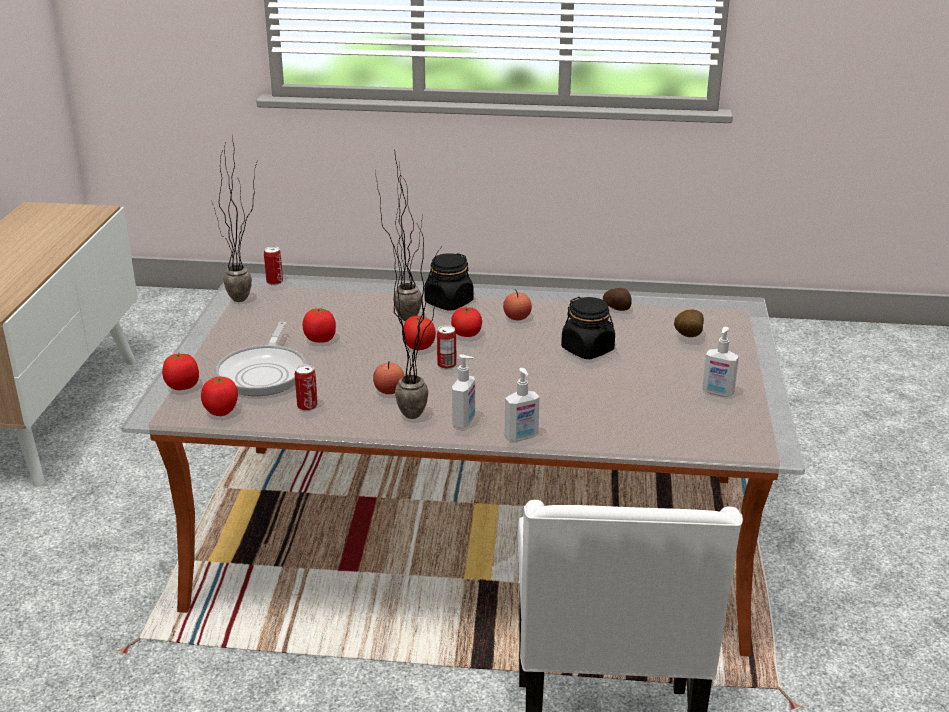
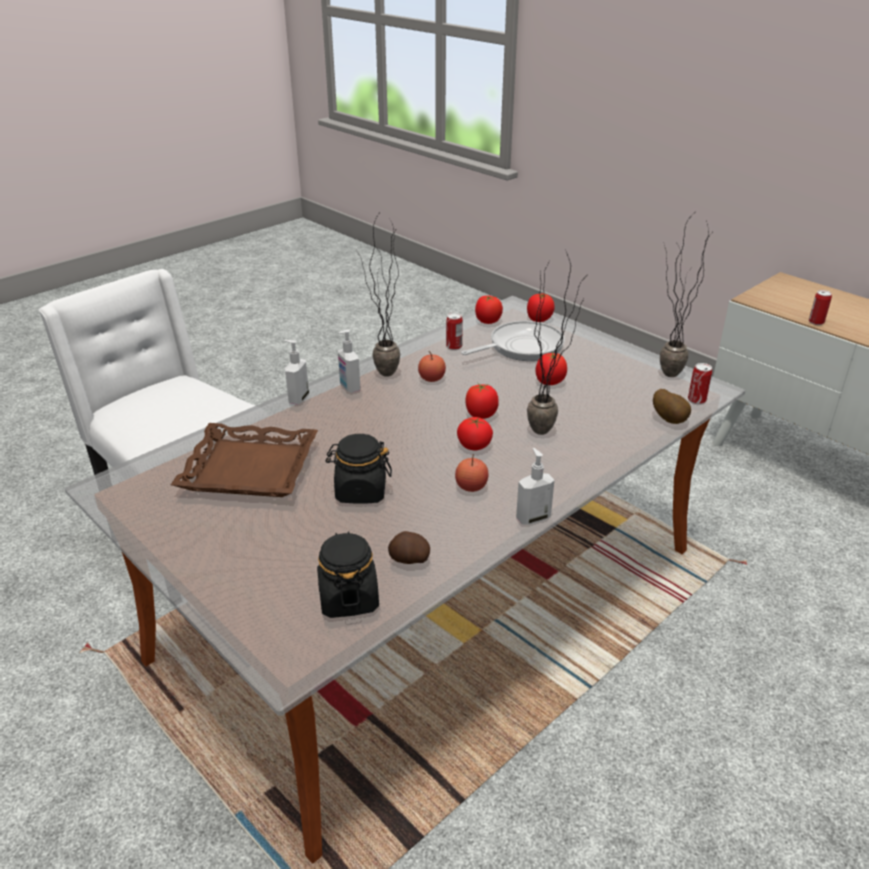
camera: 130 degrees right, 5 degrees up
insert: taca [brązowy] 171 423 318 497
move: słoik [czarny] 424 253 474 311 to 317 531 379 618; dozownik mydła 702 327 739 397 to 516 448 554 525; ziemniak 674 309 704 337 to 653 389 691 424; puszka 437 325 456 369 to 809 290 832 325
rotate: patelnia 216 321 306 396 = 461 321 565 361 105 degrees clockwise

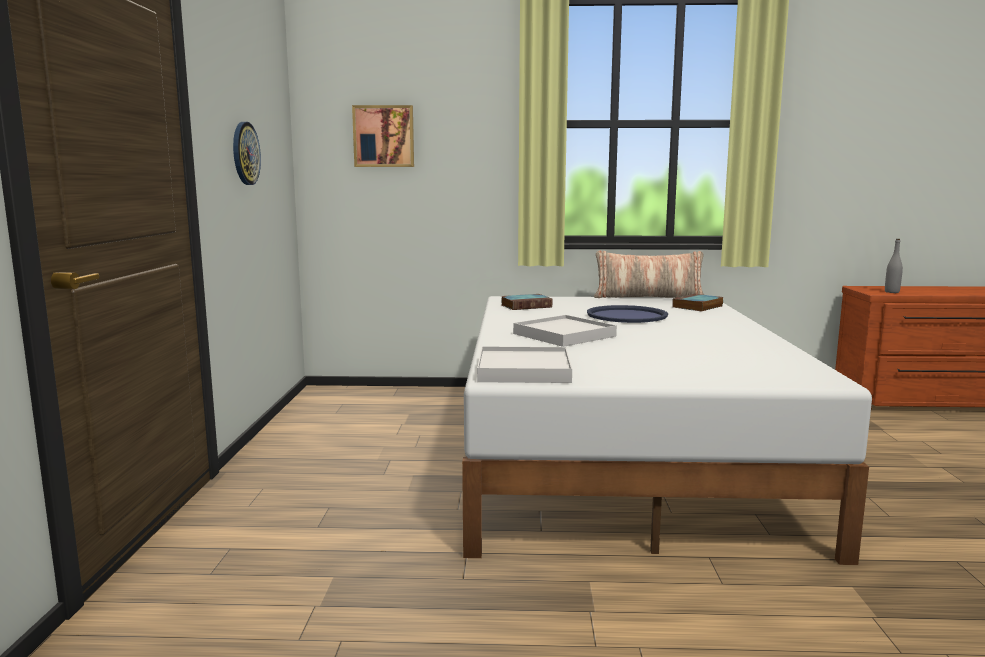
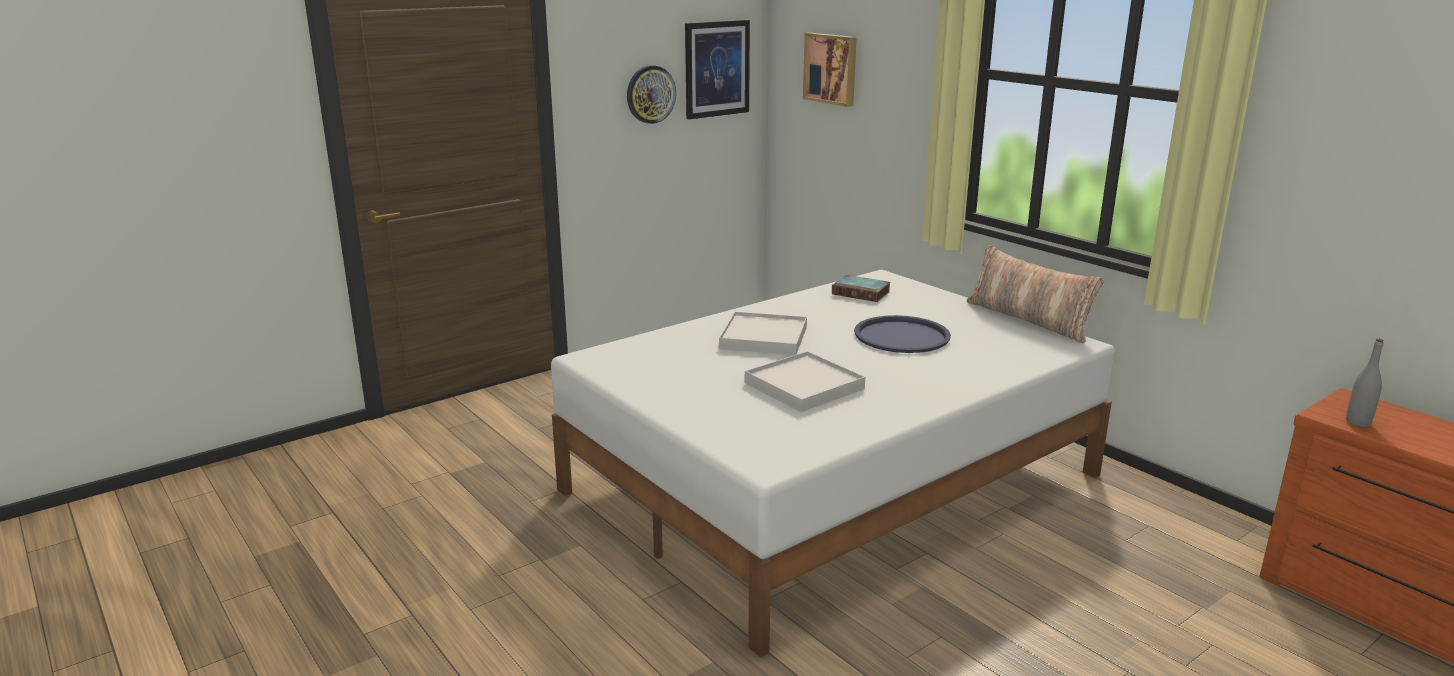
camera: 50 degrees right, 10 degrees up
delete: książka 672 294 723 312
insert: obraz 685 20 750 119
move: taca [biały] 477 346 572 383 to 745 351 865 412

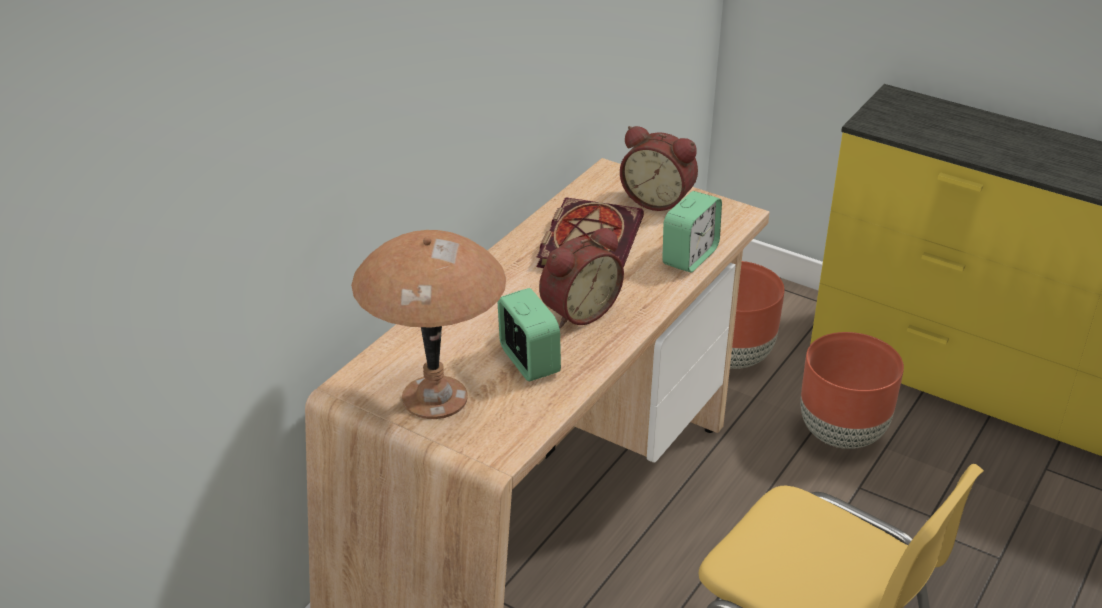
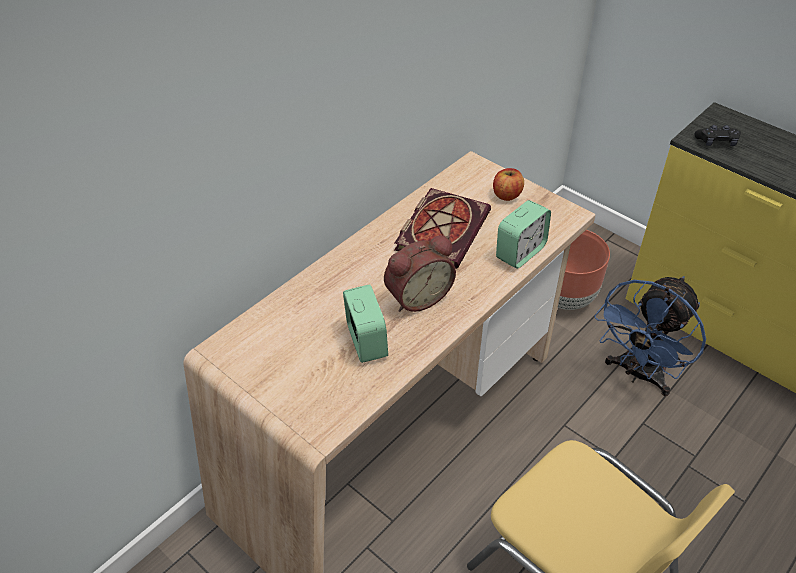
camera: 10 degrees right, 10 degrees up
delete: lampa stołowa [brązowy] 351 230 506 419
insert: pad do gier [czarny] 695 125 741 146
replace: budzik 620 126 698 211 to jabłko 493 168 524 201; donica [brązowy] 800 332 904 449 to wentylator [niebieski] 594 276 706 396

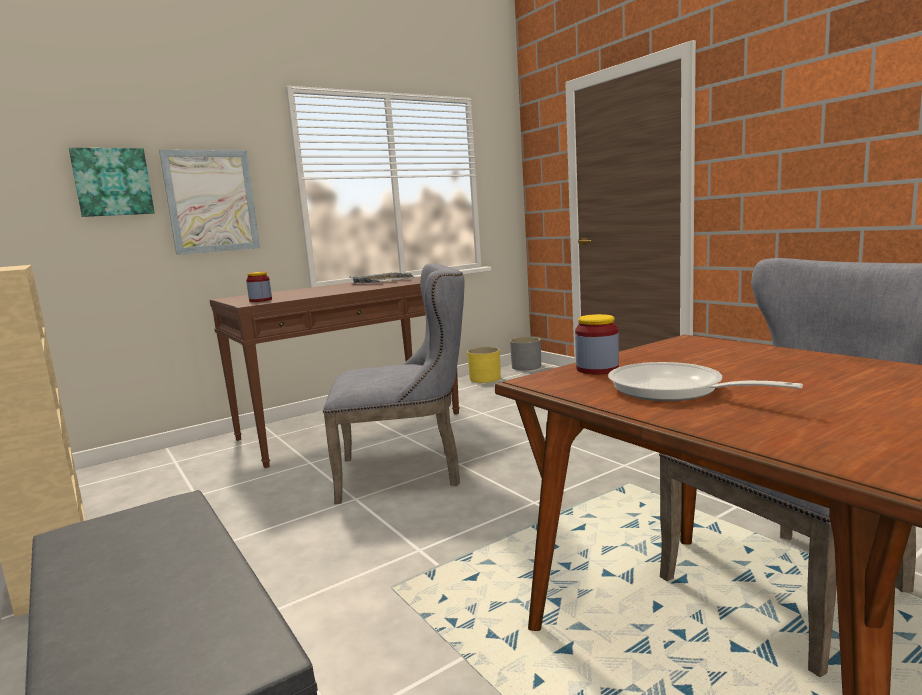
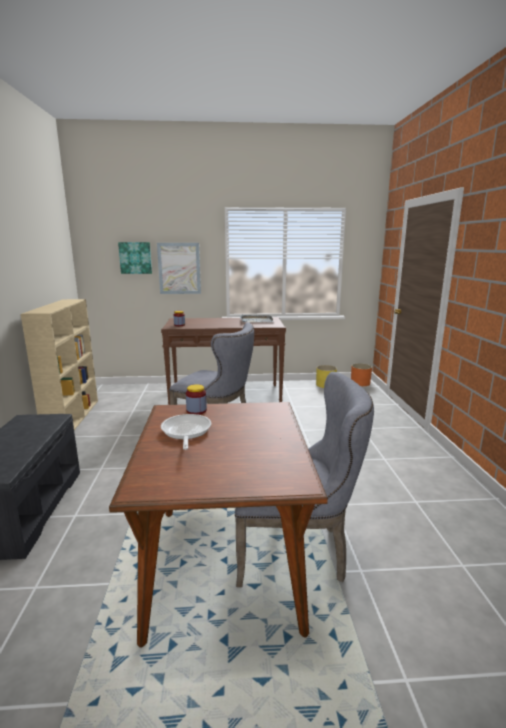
camera: 30 degrees right, 5 degrees up
recolor: donica [szary] 510 337 541 370 to donica [pomarańczowy] 351 363 372 386

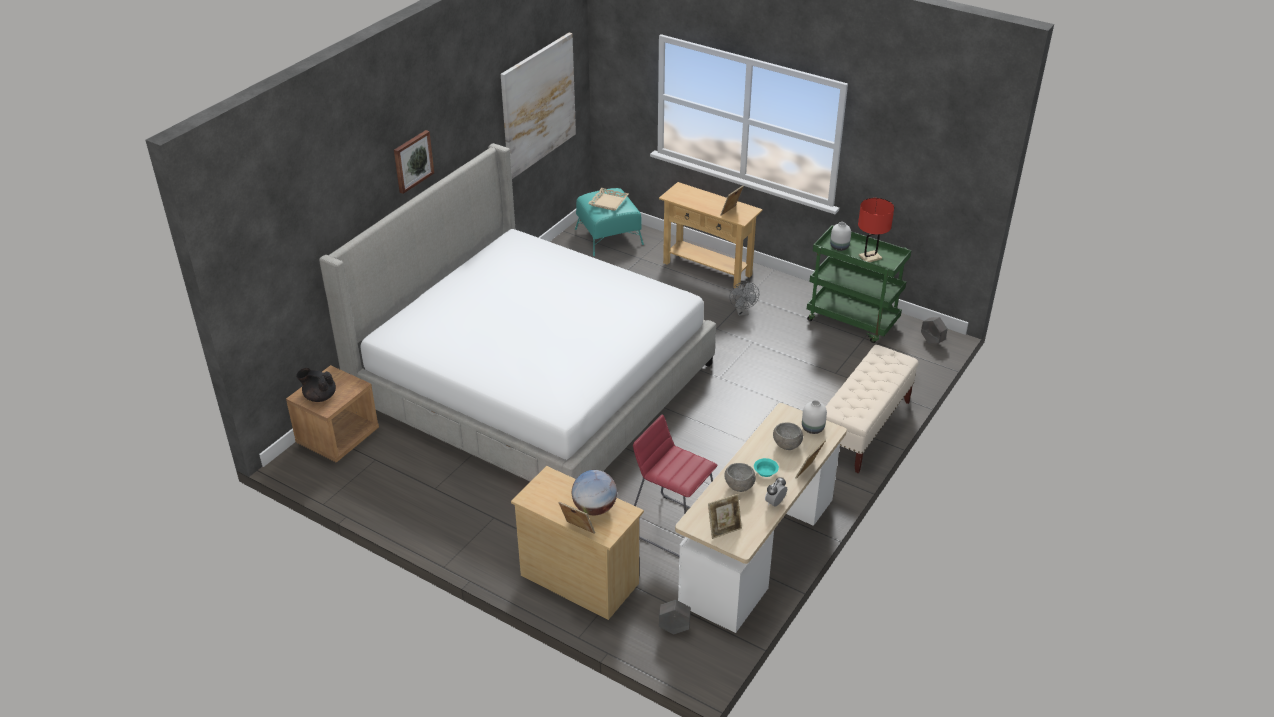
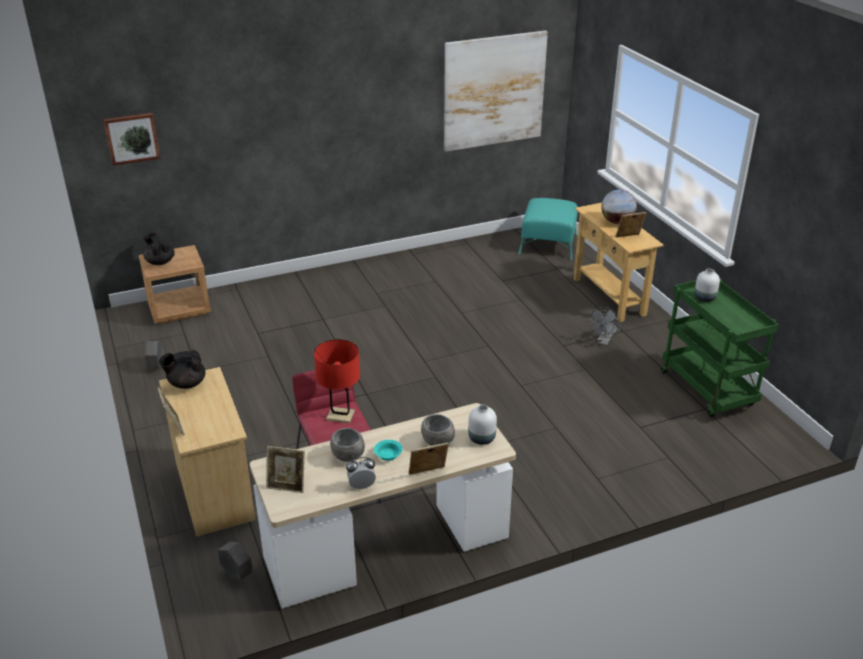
camera: 35 degrees right, 5 degrees down
delete: łóżko 319 143 716 482; taca [beżowy] 588 188 629 211; ławka [beżowy] 825 345 918 473
insert: imbryk [czarny] 159 350 206 389
move: obraz 394 130 434 194 to 103 113 161 166; donica [szary] 921 317 948 344 to 145 341 164 368; lampa stołowa [czerwony] 858 198 894 262 to 314 339 360 423; globus 572 470 617 515 to 601 189 637 224

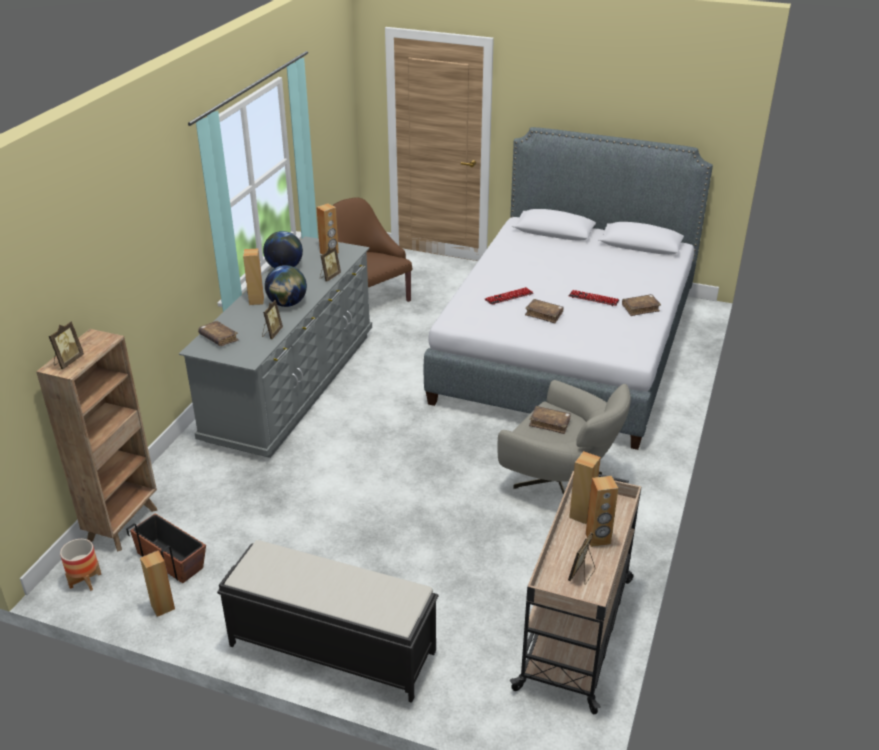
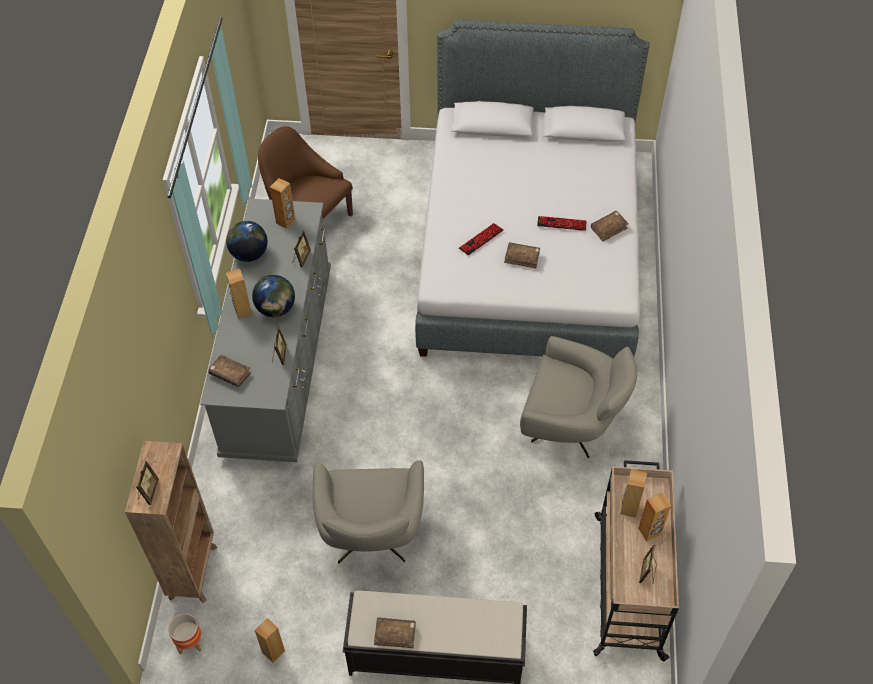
camera: 15 degrees left, 20 degrees up
delete: donica 126 513 206 583
insert: fotel [szary] 313 460 424 564
move: książka [brązowy] 529 406 571 434 to 374 617 416 648

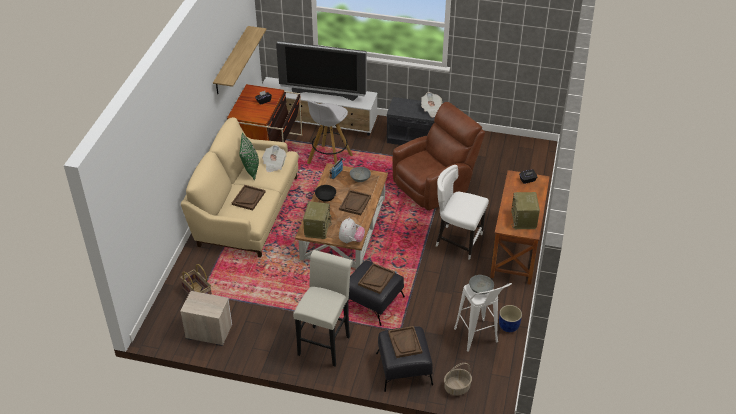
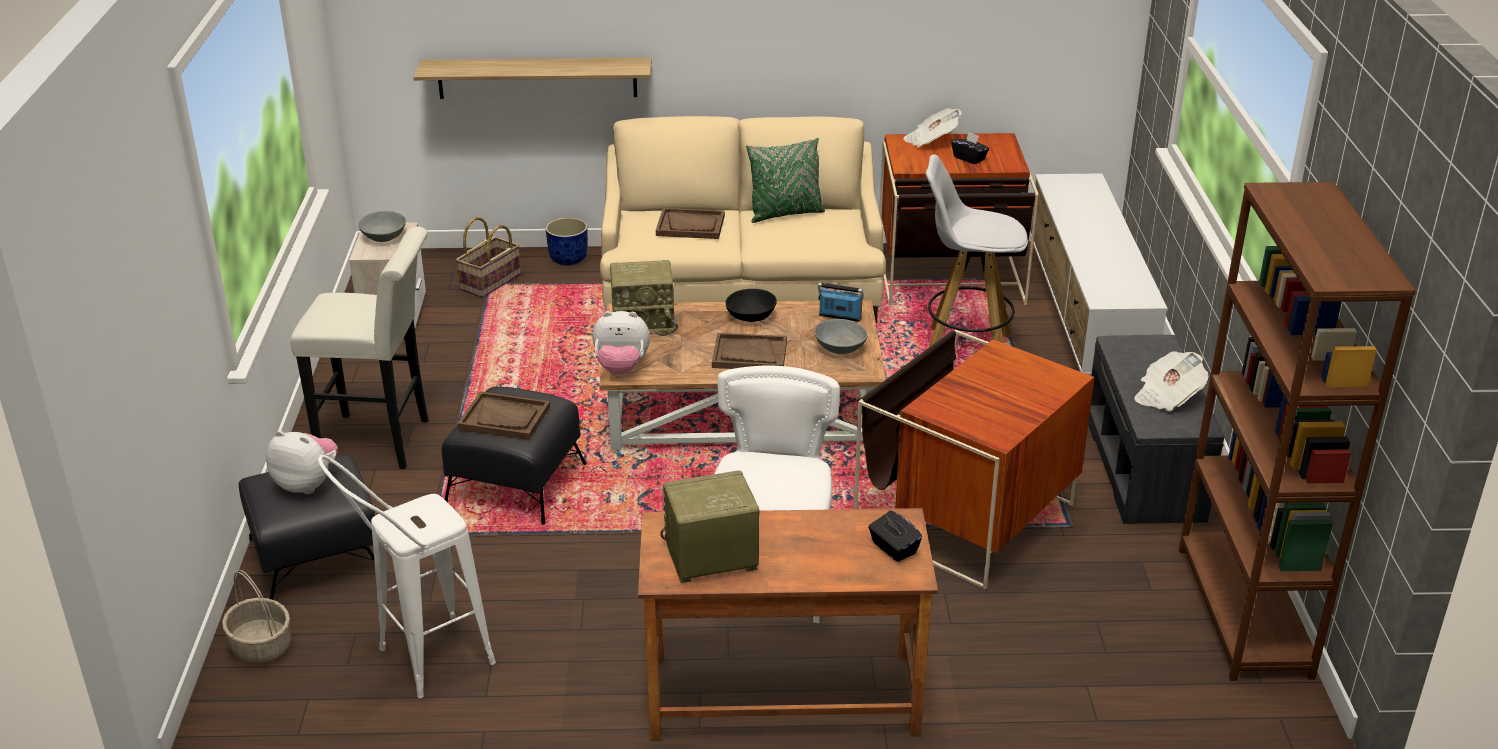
camera: 75 degrees right, 10 degrees down
delete: telewizor 276 41 367 101
insert: regał [brązowy] 1179 182 1416 681
move: miska [szary] 469 275 494 294 to 358 211 406 242; półka 213 26 267 94 to 414 58 652 99; donica [niebieski] 499 305 522 332 to 546 218 588 265; gazeta 262 145 287 172 to 903 108 962 147
replace: taca [brązowy] 388 326 422 358 to pluszak 266 430 338 494; fotel [brązowy] 392 102 485 211 to stolik 854 330 1094 590

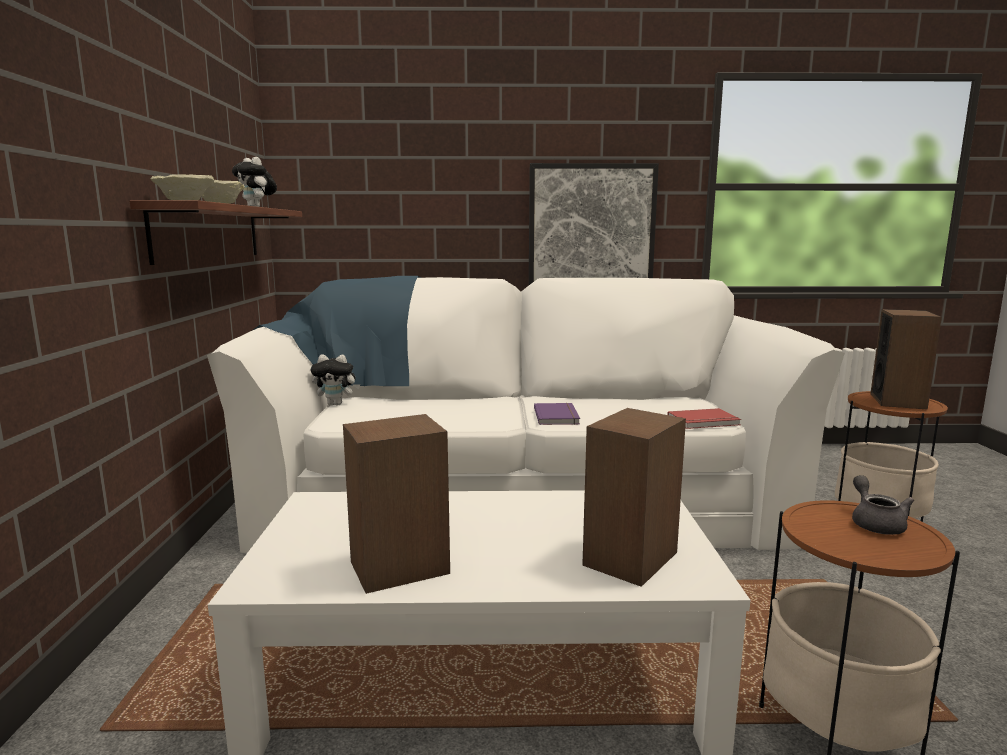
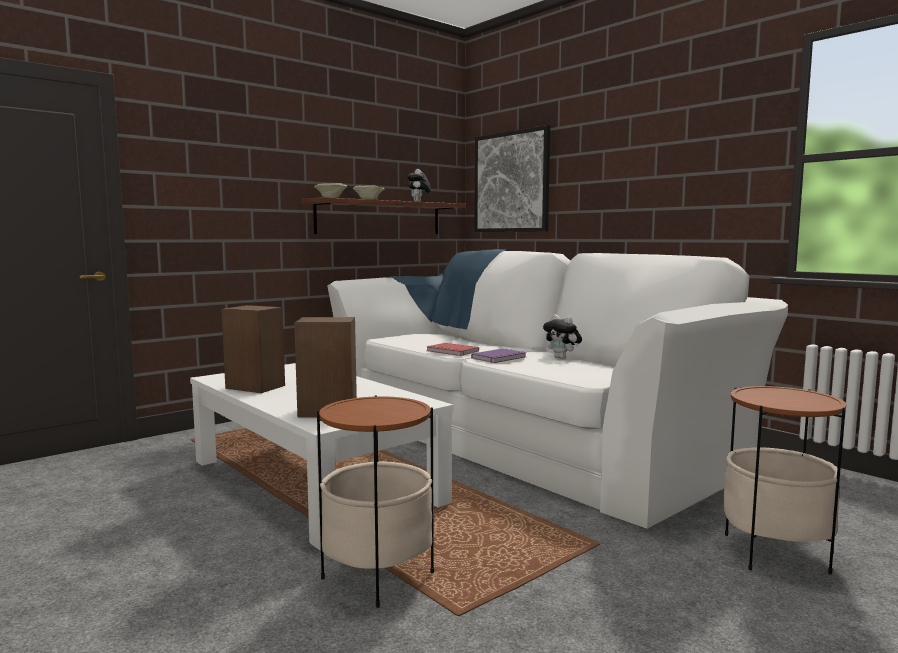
camera: 50 degrees right, 5 degrees down
delete: imbryk [szary] 852 475 914 535; głośnik 870 309 942 410
move: książka [czerwony] 667 408 741 429 to 426 343 479 356; obraz 529 163 659 285 to 475 125 550 232; pluszak 311 354 360 406 to 543 314 582 359

